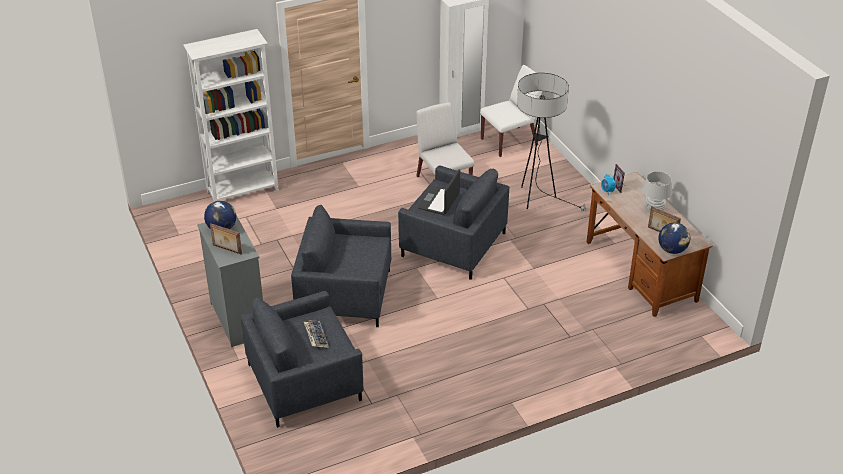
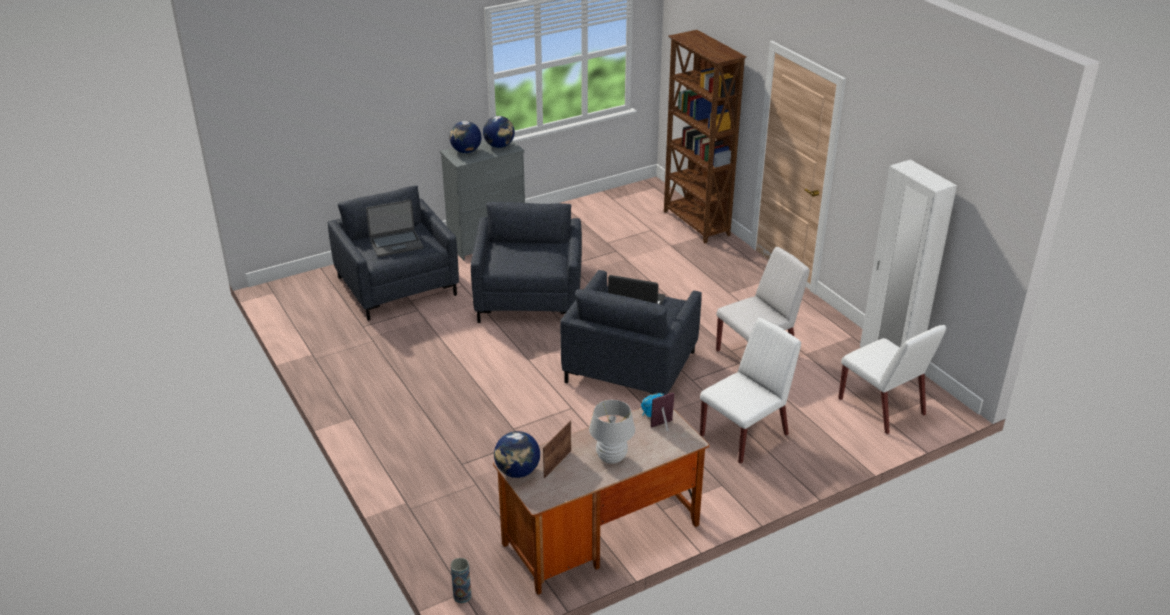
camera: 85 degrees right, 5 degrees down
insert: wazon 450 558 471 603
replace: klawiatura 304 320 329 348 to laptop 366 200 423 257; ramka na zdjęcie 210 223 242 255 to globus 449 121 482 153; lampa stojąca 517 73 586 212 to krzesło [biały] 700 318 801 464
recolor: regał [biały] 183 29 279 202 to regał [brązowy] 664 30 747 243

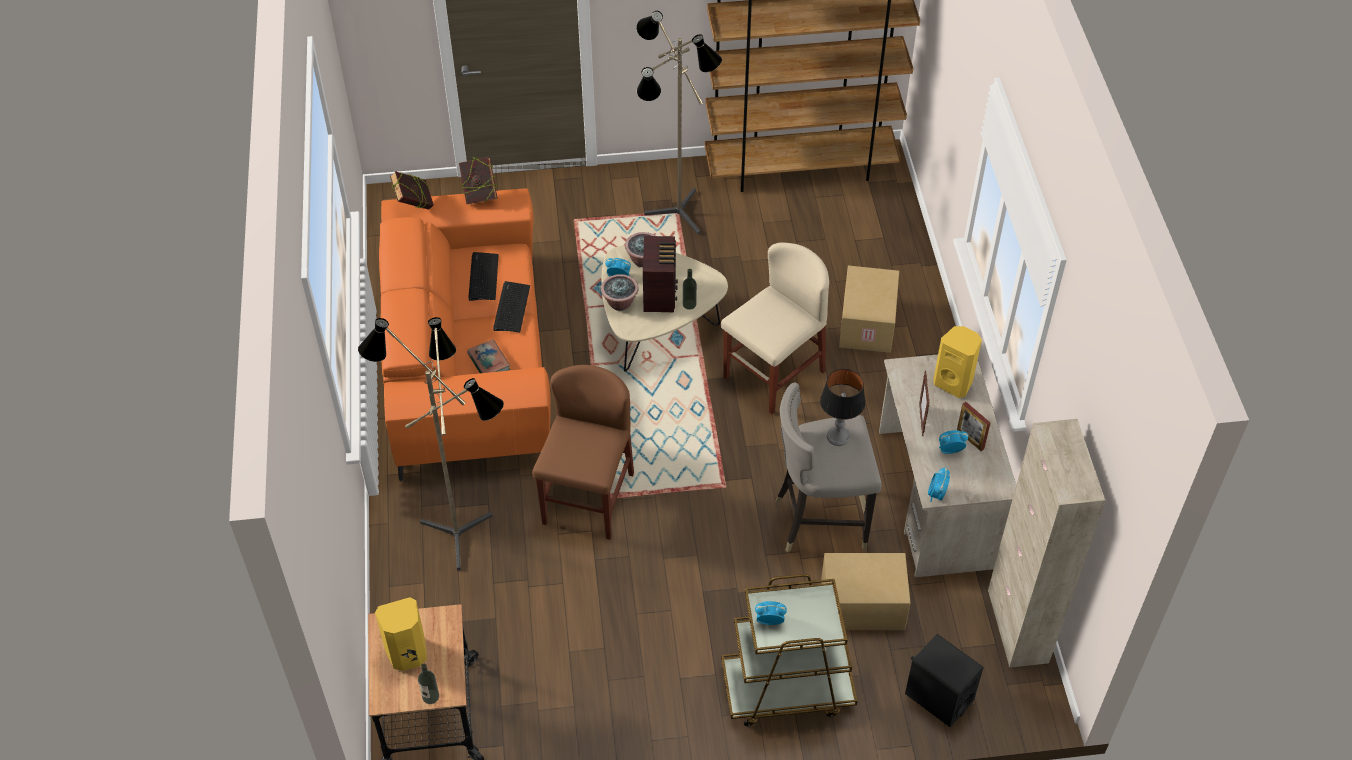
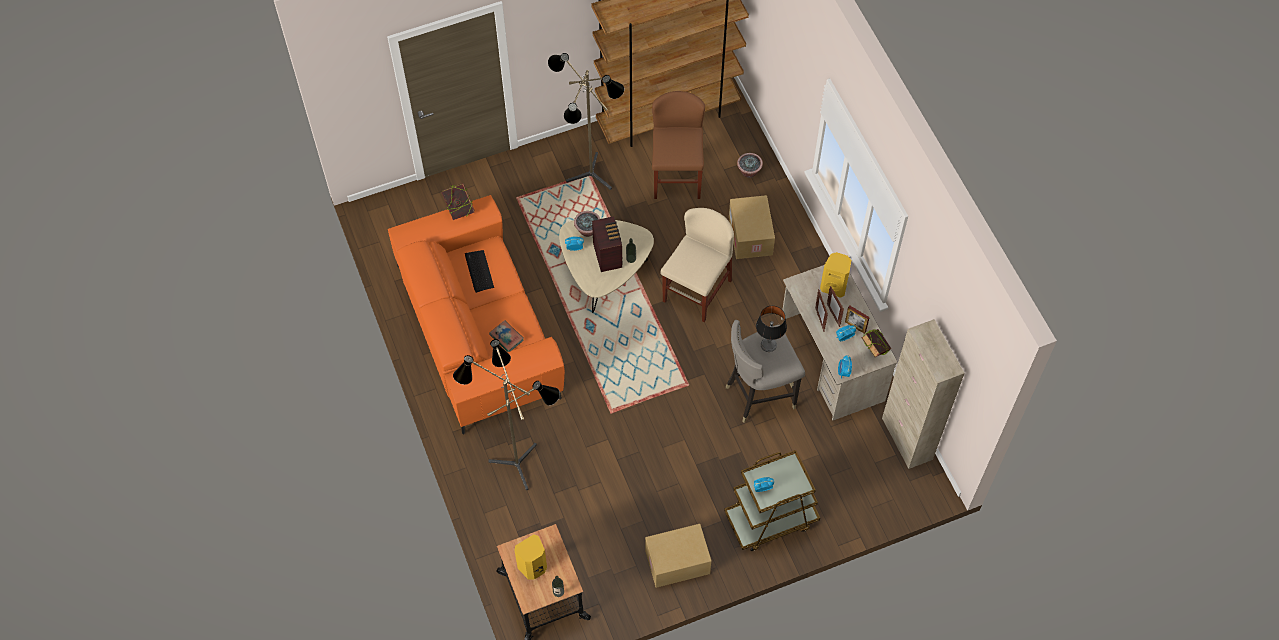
camera: 15 degrees left, 10 degrees up
delete: klawiatura 493 281 530 333; głośnik [czarny] 905 634 984 727
insert: ramka na zdjęcie 827 286 844 327
move: karton 821 553 910 630 to 645 524 712 588; krzesło [brązowy] 532 365 634 540 to 652 91 705 199; roślina doniczkowa 601 274 639 311 to 737 153 763 178; książka 390 171 434 210 to 861 329 892 357

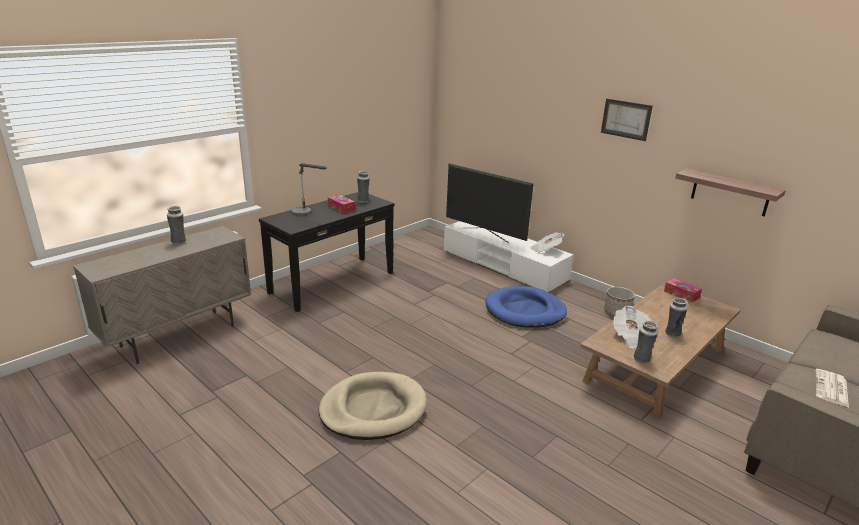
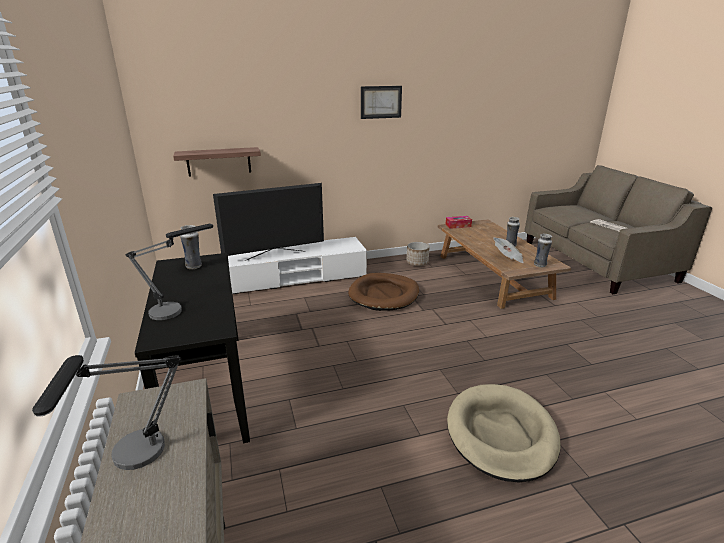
camera: 60 degrees left, 0 degrees up
delete: pudełko chusteczek 328 195 355 213; gazeta 530 232 564 253
move: półka 675 169 786 216 to 173 147 261 176
replace: wazon 167 206 186 245 to lampa stołowa 32 355 182 470
recolor: legowisko [niebieski] 485 286 567 328 to legowisko [brązowy] 348 273 419 311

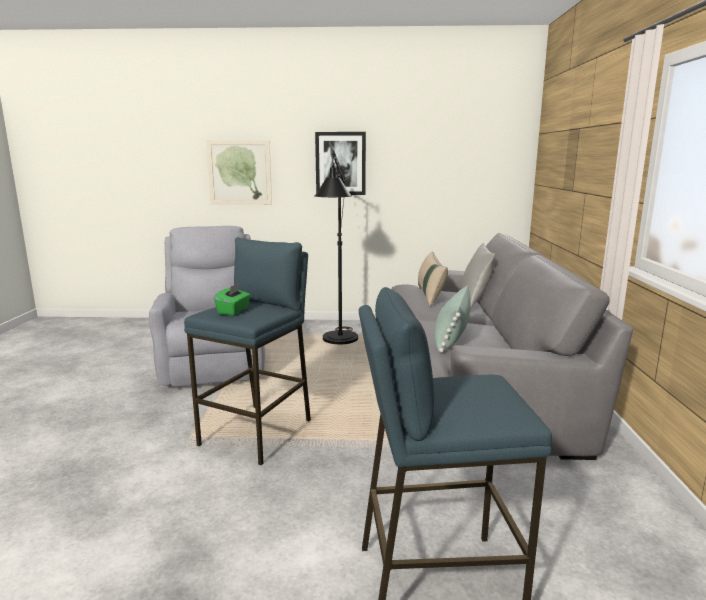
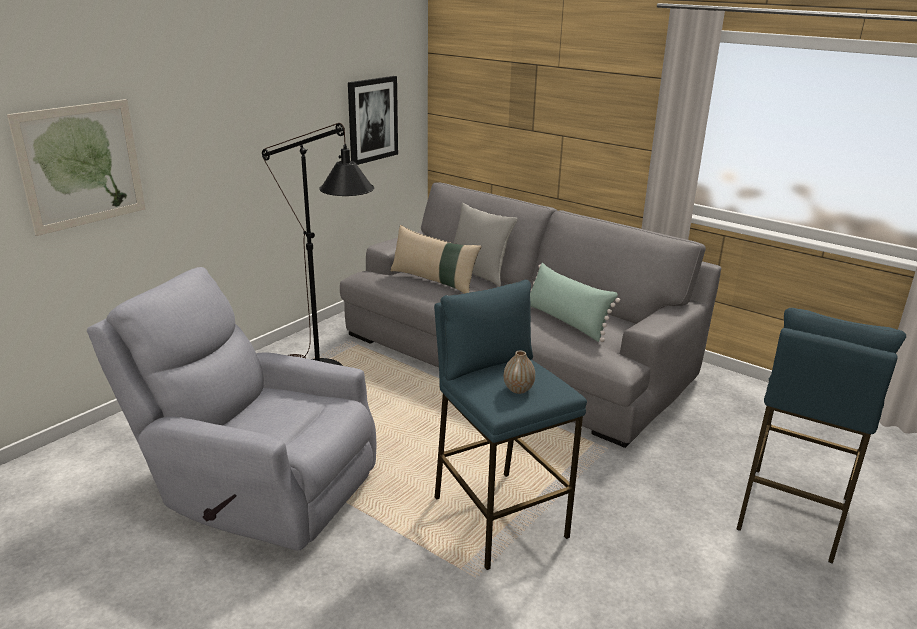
camera: 55 degrees left, 10 degrees up
move: obraz 315 132 366 195 to 348 76 398 165
replace: pudełko chusteczek [zielony] 214 283 251 316 to wazon 504 350 535 394

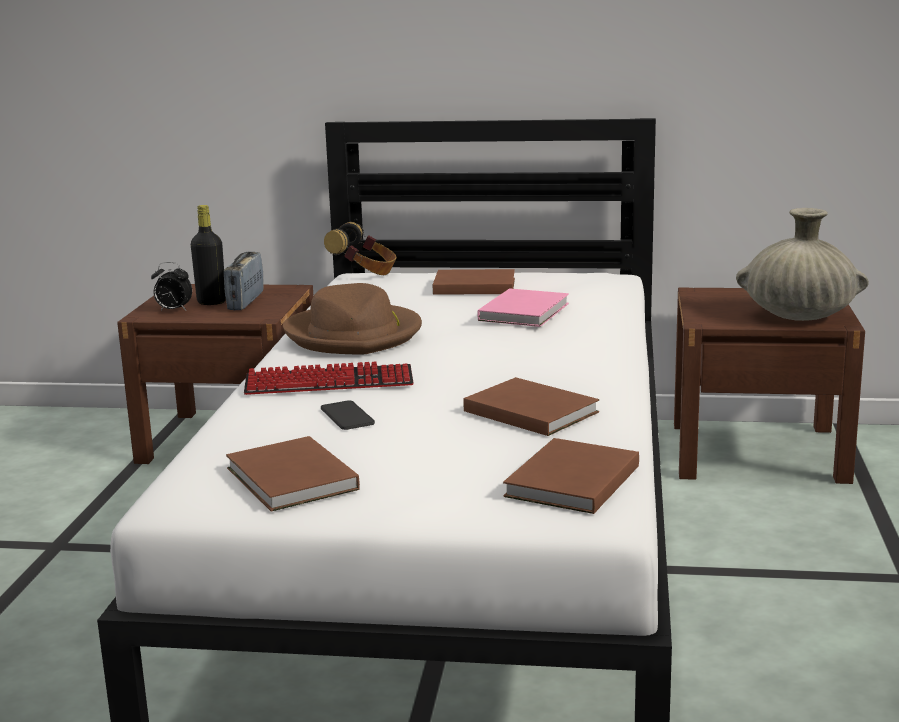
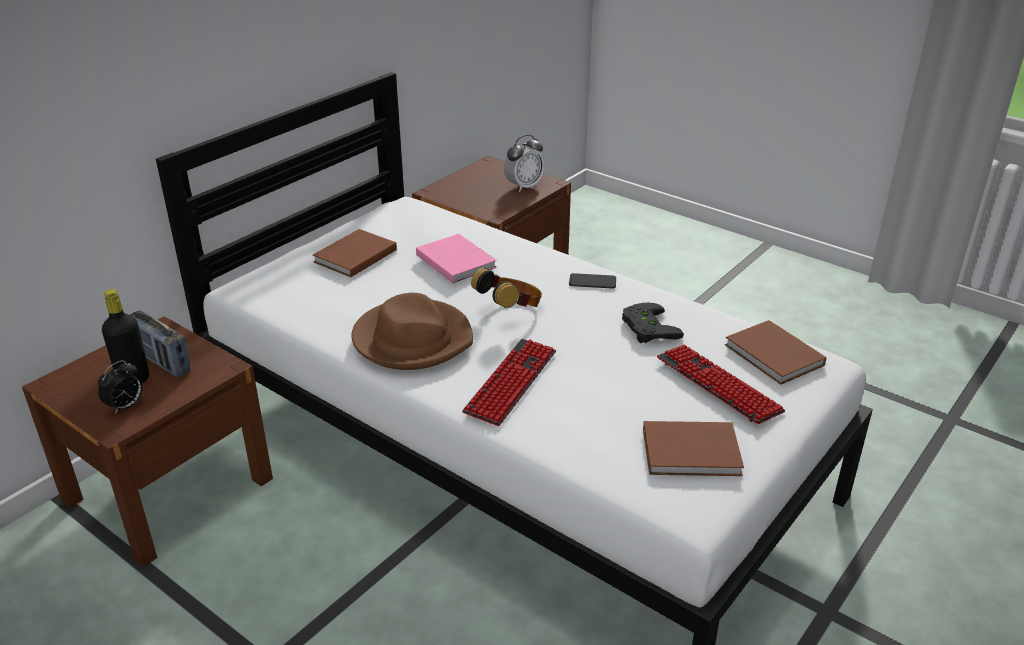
camera: 60 degrees left, 15 degrees up
insert: klawiatura 657 345 785 424
move: słuchawki 324 222 397 275 to 471 268 542 308; telefon 321 400 375 430 to 569 273 616 289
replace: wazon [beżowy] 736 208 869 321 to budzik 504 135 545 192; książka [brązowy] 463 377 599 436 to pad do gier [czarny] 622 302 684 343

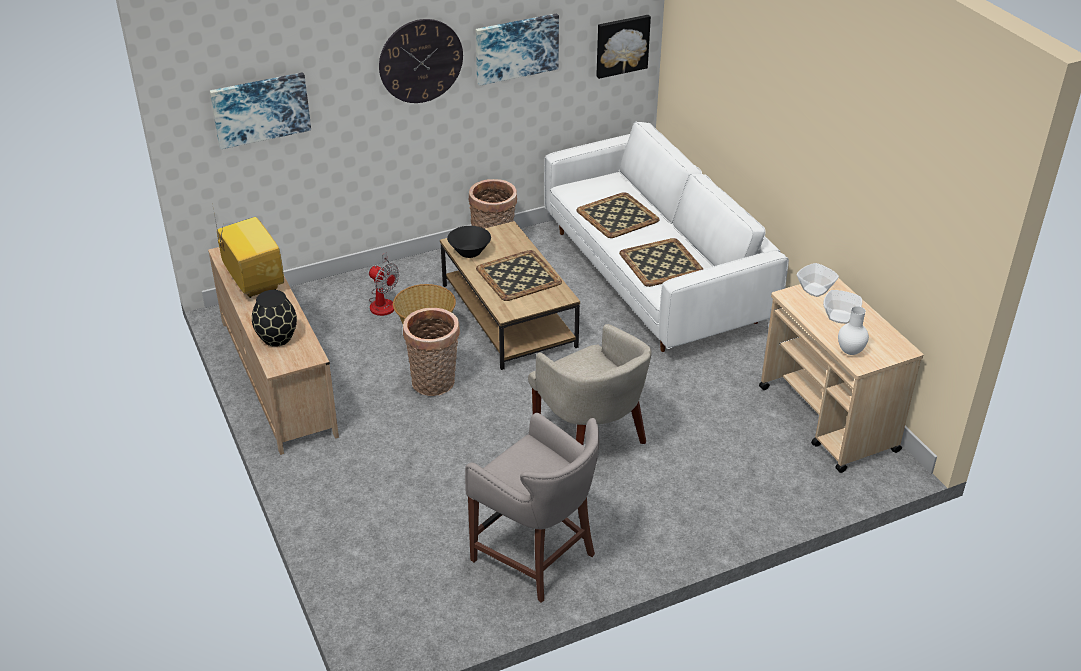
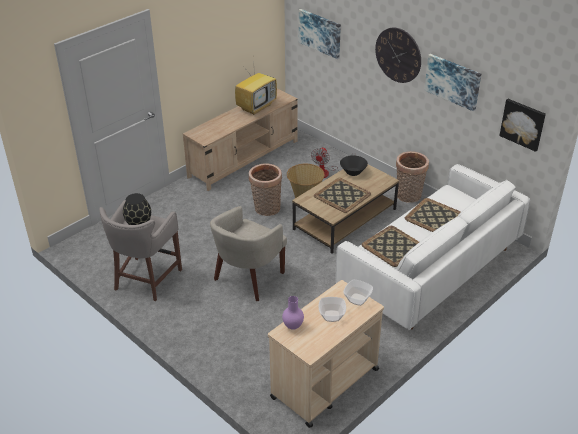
camera: 70 degrees right, 0 degrees up
move: wazon [czarny] 252 290 297 347 to 123 193 151 225
recolor: wazon [biały] 838 306 869 355 to wazon [fioletowy] 282 296 304 330

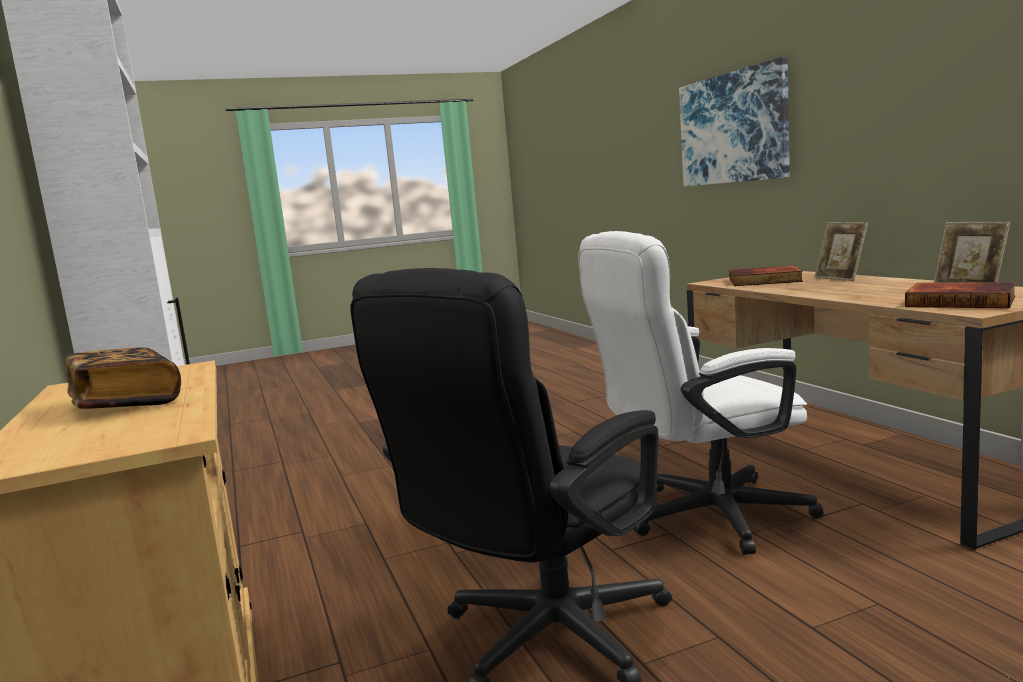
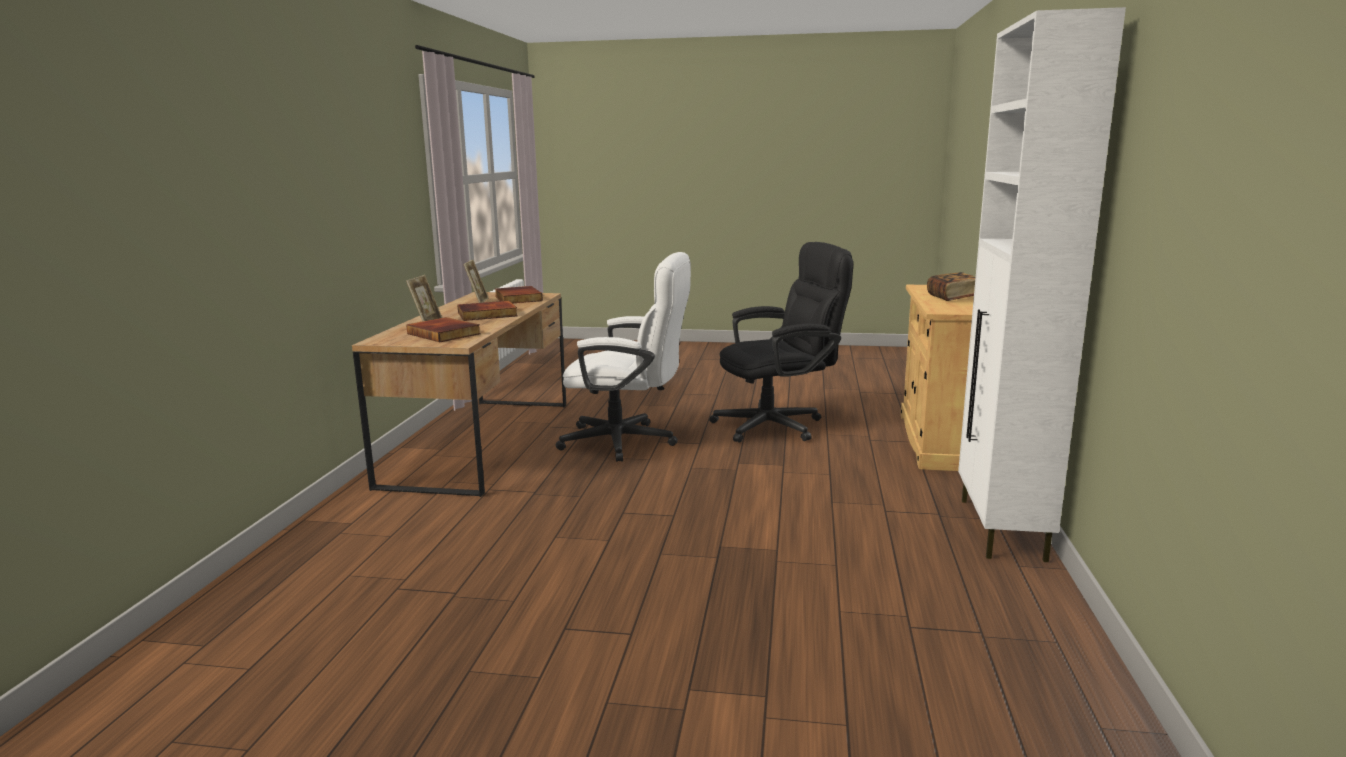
camera: 150 degrees left, 5 degrees up
delete: obraz 679 57 790 187
insert: książka 457 301 517 321

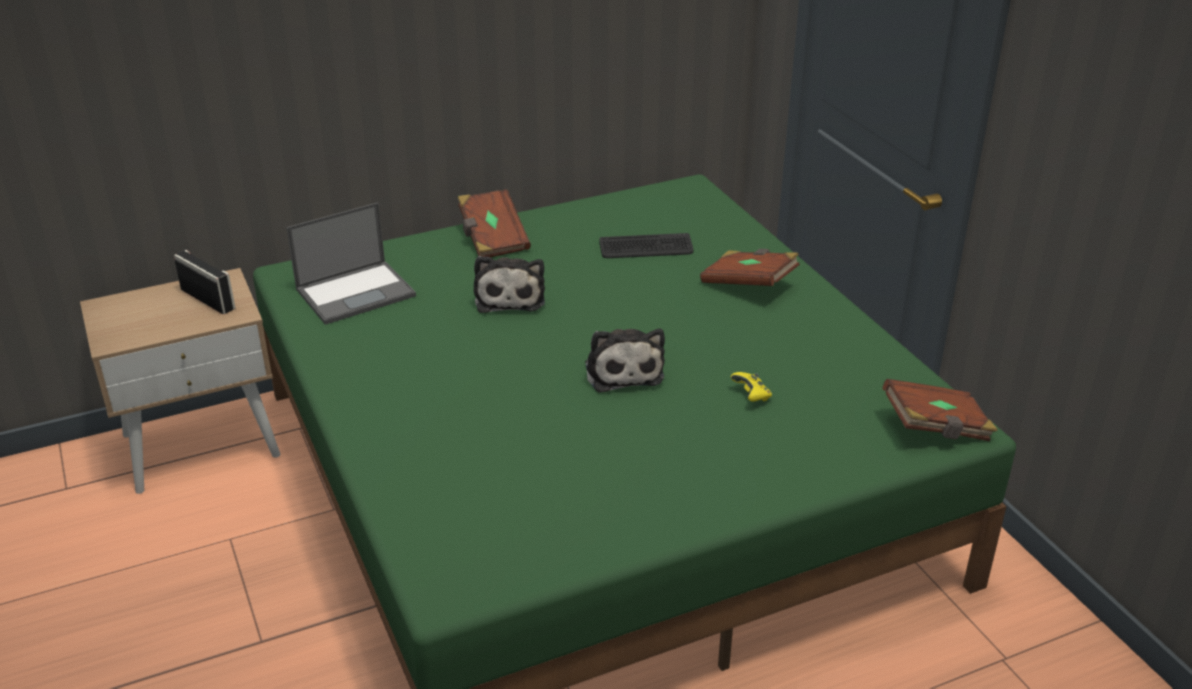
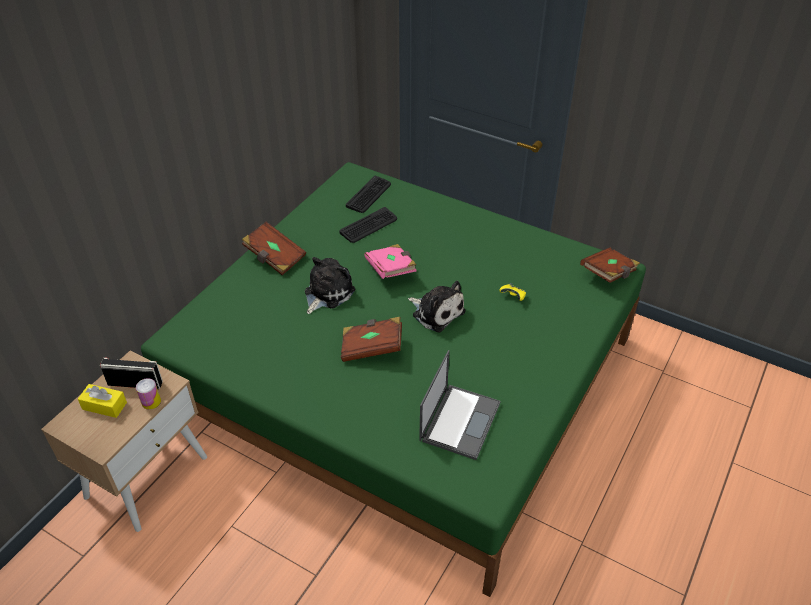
camera: 35 degrees left, 10 degrees up
insert: pudełko chusteczek [żółty] 78 384 127 418; puszka 136 378 161 410; klawiatura 346 176 391 213; książka [różowy] 365 244 416 279
move: książka [brązowy] 700 249 800 286 to 341 316 402 362; laptop 286 202 416 325 to 419 350 501 460
rotate: pluszak 474 256 545 313 = 305 257 355 314 105 degrees counterclockwise

